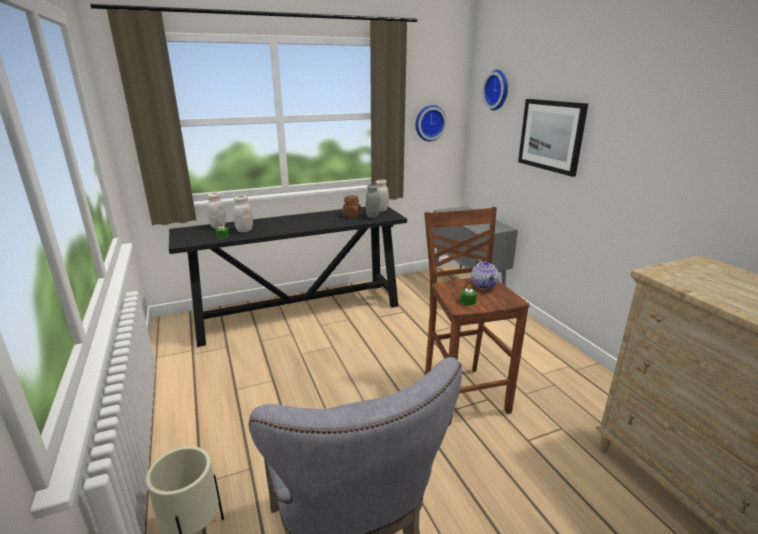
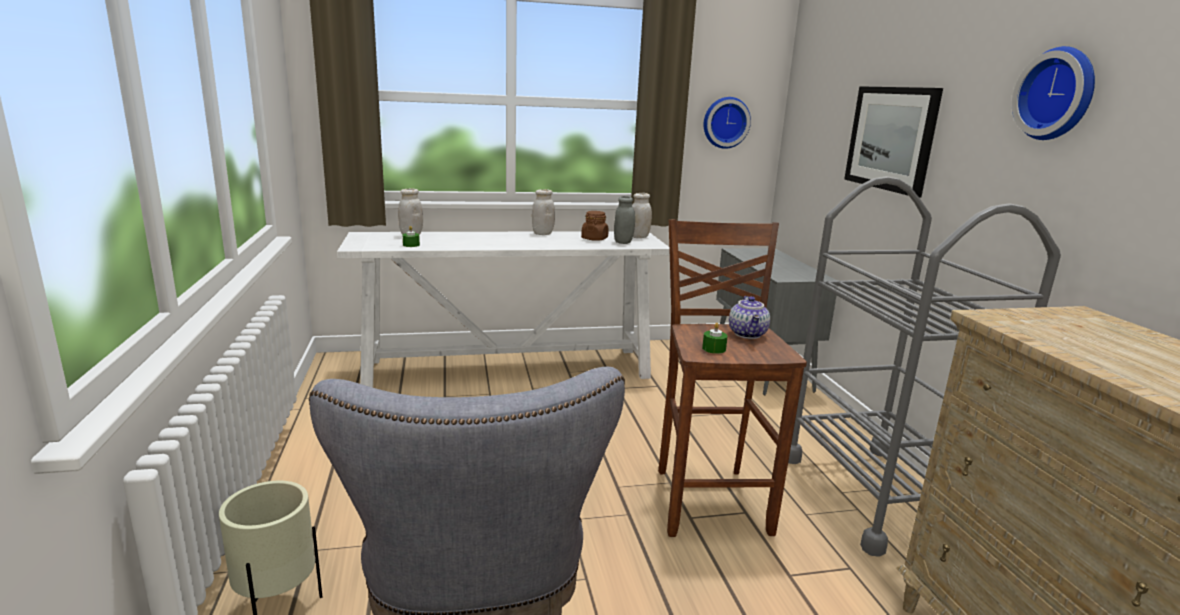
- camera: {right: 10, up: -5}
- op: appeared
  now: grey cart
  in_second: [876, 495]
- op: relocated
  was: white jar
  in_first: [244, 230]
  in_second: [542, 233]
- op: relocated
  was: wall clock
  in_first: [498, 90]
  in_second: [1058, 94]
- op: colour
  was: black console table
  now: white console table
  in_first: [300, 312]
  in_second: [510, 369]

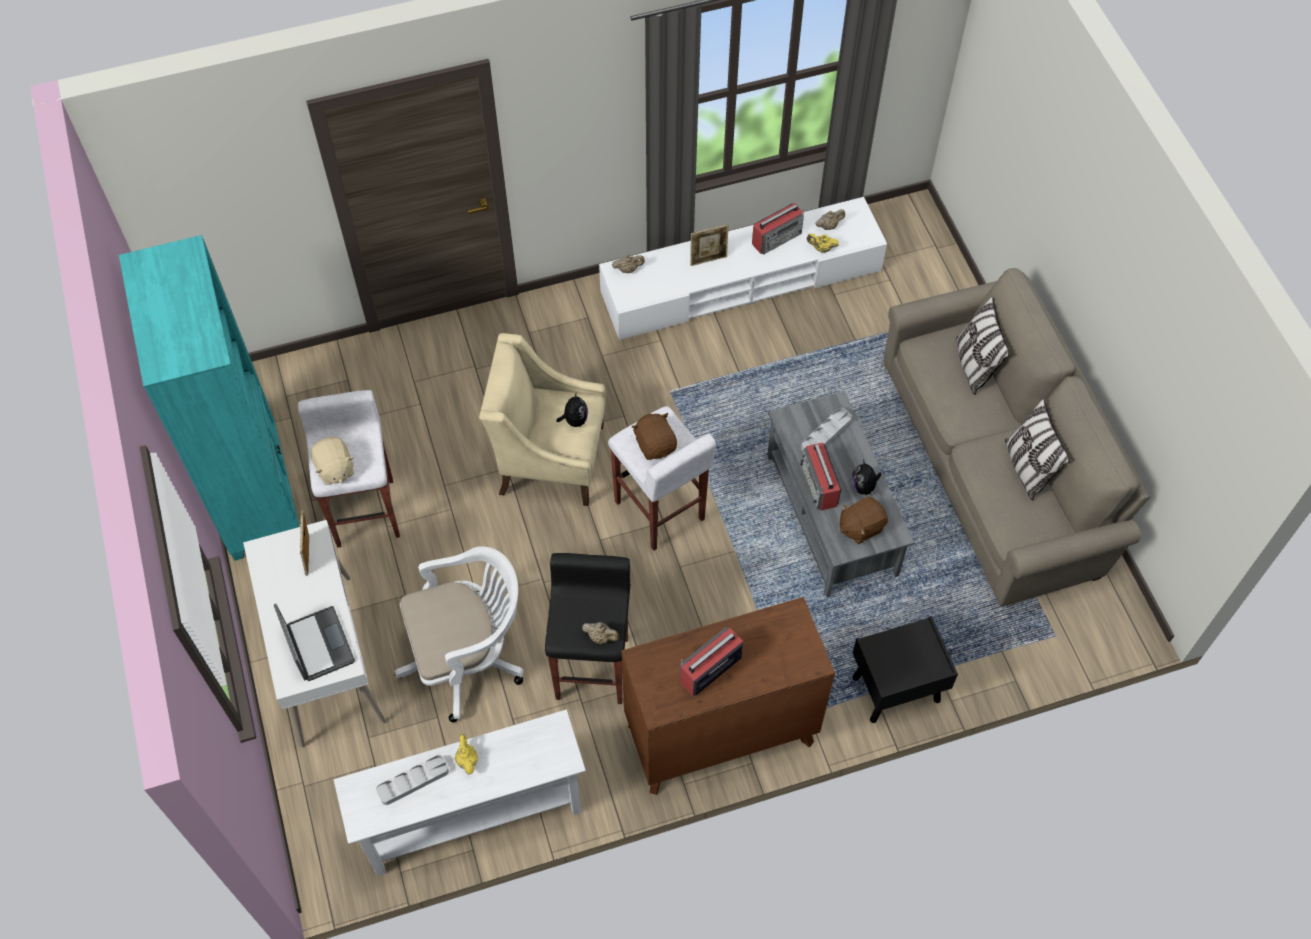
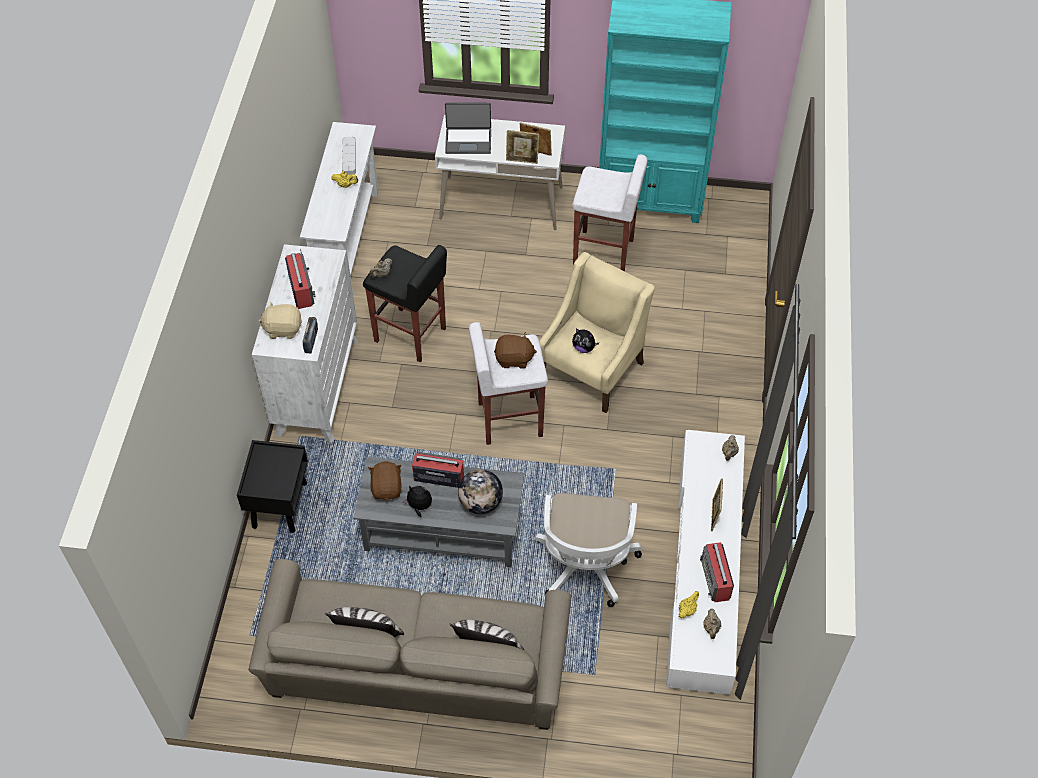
- camera: {right: 115, up: -5}
- op: appeared
  now: radio
  in_second: [311, 341]
- op: appeared
  now: picture frame
  in_second: [522, 160]
- op: relocated
  was: beige plush toy
  in_first: [334, 469]
  in_second: [283, 328]
- op: relocated
  was: white office chair
  in_first: [468, 658]
  in_second: [585, 568]
- op: exchanged
  was: grey tray
  now: globe
  in_first: [826, 434]
  in_second: [481, 503]
- op: colour
  was: brown dresser
  now: white dresser
  in_first: [720, 734]
  in_second: [317, 386]

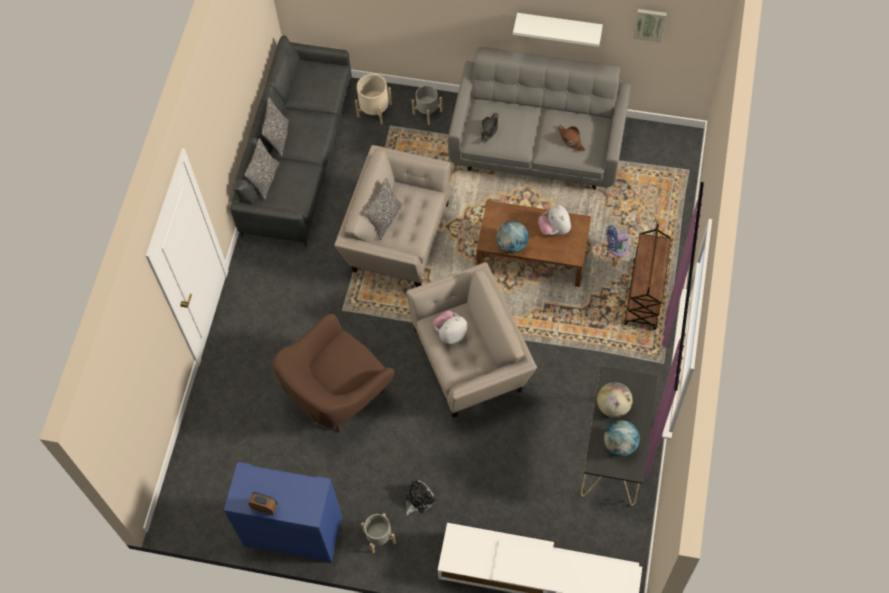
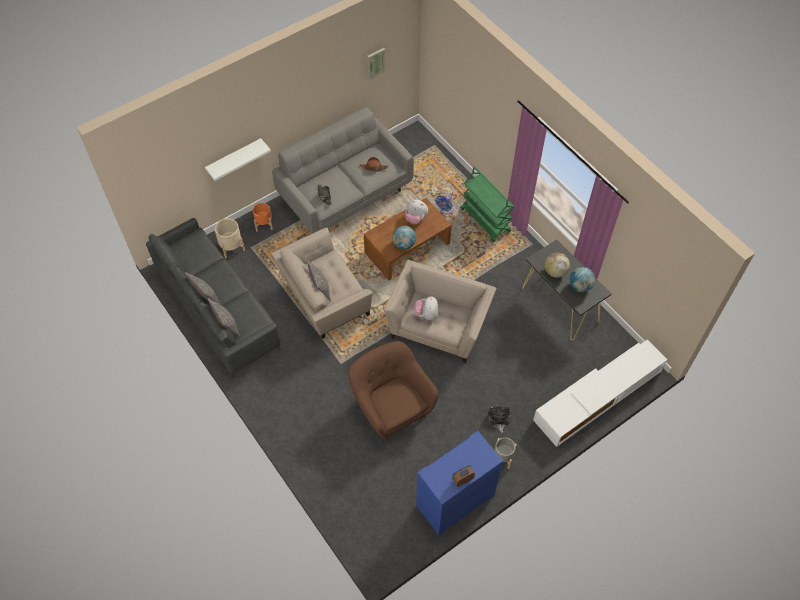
- camera: {right: -50, up: -5}
- op: relocated
  was: white shelf
  in_first: [559, 26]
  in_second: [234, 158]
- op: colour
  was: grey planter
  now: orange planter
  in_first: [427, 112]
  in_second: [264, 224]
- op: colour
  was: brown cart
  now: green cart
  in_first: [644, 296]
  in_second: [485, 220]
- op: spun
  was: brown armchair
  in_first: [337, 394]
  in_second: [391, 408]
  clockwise: 150

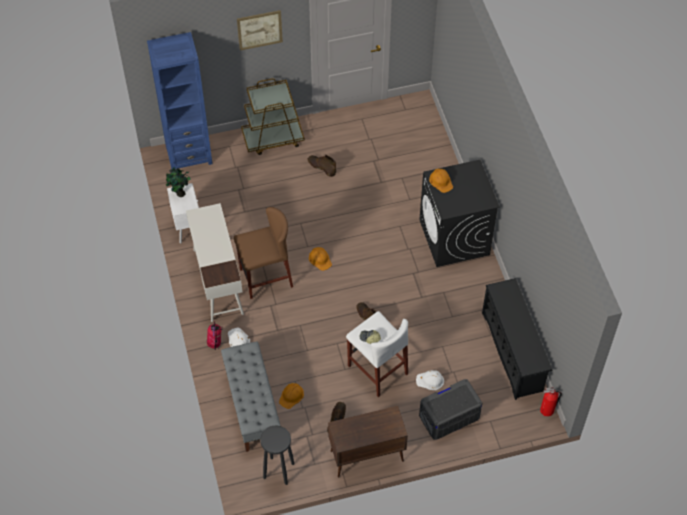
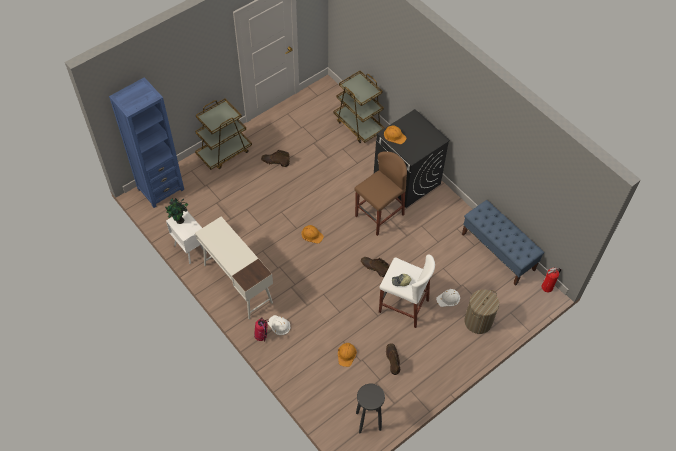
- camera: {right: -25, up: 0}
- op: missing
  was: grey bench
  in_first: [252, 406]
- op: missing
  was: picture
  in_first: [259, 30]
- op: missing
  was: brown cabinet
  in_first: [366, 456]
- op: appeared
  now: brown cart
  in_second: [358, 125]
- op: relocated
  was: brown stool
  in_first: [266, 278]
  in_second: [379, 215]
- op: exchanged
  was: grey storage box
  now: laundry basket
  in_first: [449, 416]
  in_second: [478, 321]
- op: exchanged
  was: black shoe rack
  now: blue bench
  in_first: [513, 352]
  in_second: [498, 252]

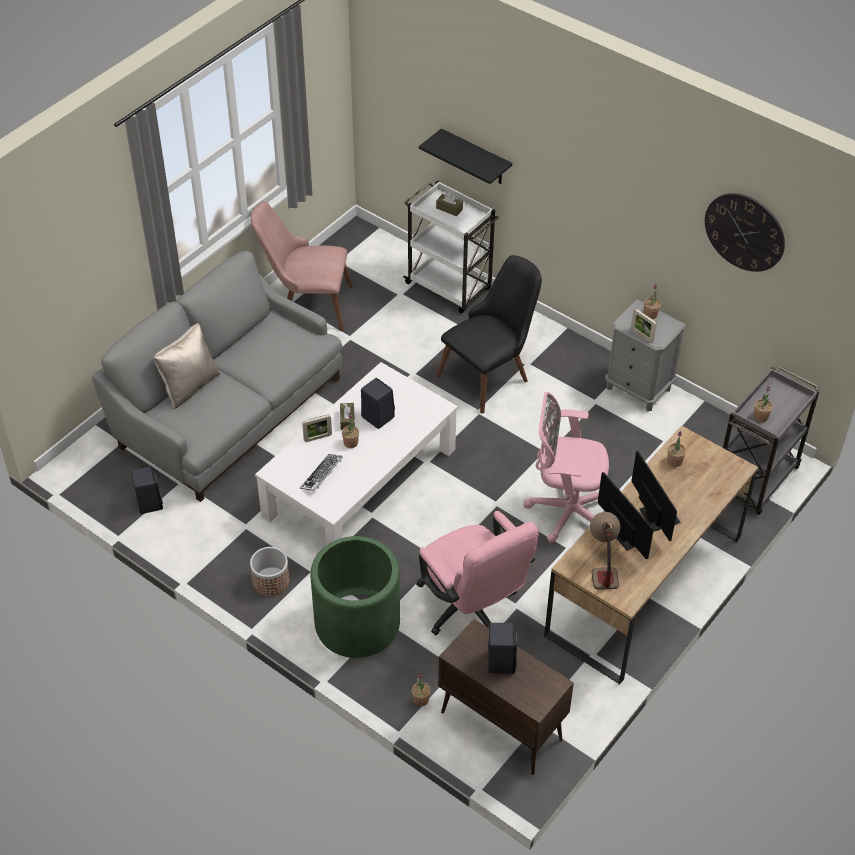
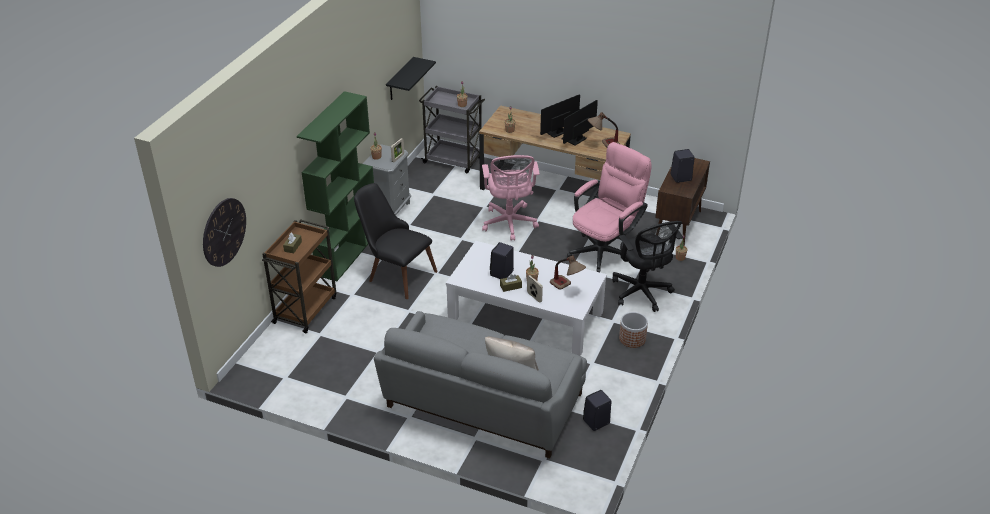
- camera: {right: -105, up: -10}
- op: missing
  was: pink chair
  in_first: [306, 305]
- op: appeared
  now: green bookcase
  in_second: [347, 253]
- op: relocated
  was: black shelf
  in_first: [476, 158]
  in_second: [400, 79]
- op: relocated
  was: wall clock
  in_first: [744, 232]
  in_second: [224, 232]
- op: exchanged
  was: keyboard
  now: table lamp
  in_first: [322, 475]
  in_second: [567, 288]
- op: exchanged
  was: green planter
  now: black office chair
  in_first: [357, 623]
  in_second: [642, 293]
- op: colour
  was: white cart
  now: brown cart
  in_first: [449, 287]
  in_second: [306, 309]

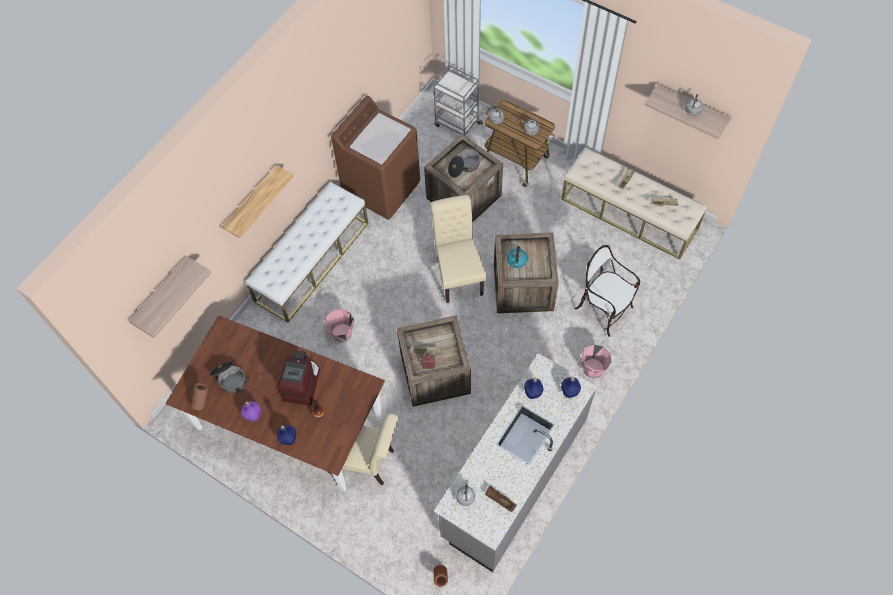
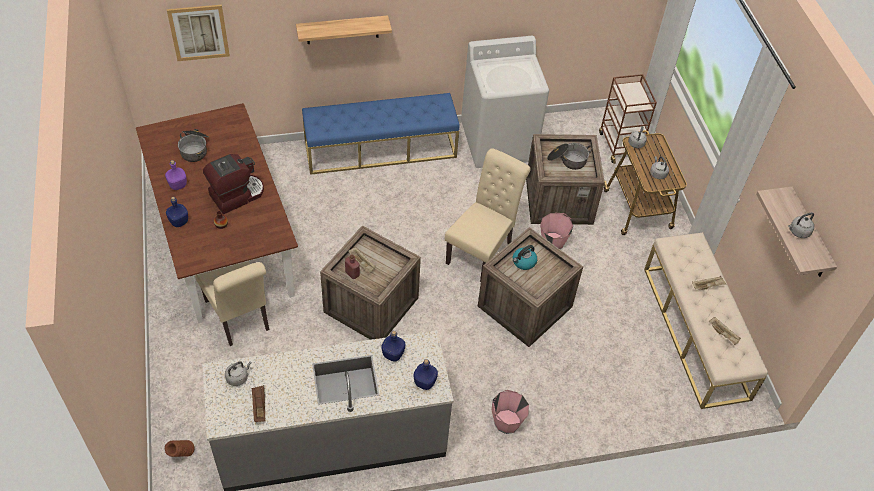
- camera: {right: 40, up: -10}
- op: missing
  was: brown vase
  in_first: [202, 401]
- op: missing
  was: chair
  in_first: [603, 309]
- op: relocated
  was: pink bucket
  in_first: [342, 333]
  in_second: [553, 242]
- op: exchanged
  was: shelf
  now: picture
  in_first: [161, 294]
  in_second: [199, 32]
- op: colour
  was: white bench
  now: blue bench
  in_first: [312, 261]
  in_second: [380, 149]
- op: colour
  was: brown washing machine
  now: white washing machine
  in_first: [382, 188]
  in_second: [498, 142]
- op: colour
  was: grey cart
  now: brown cart
  in_first: [457, 124]
  in_second: [619, 145]

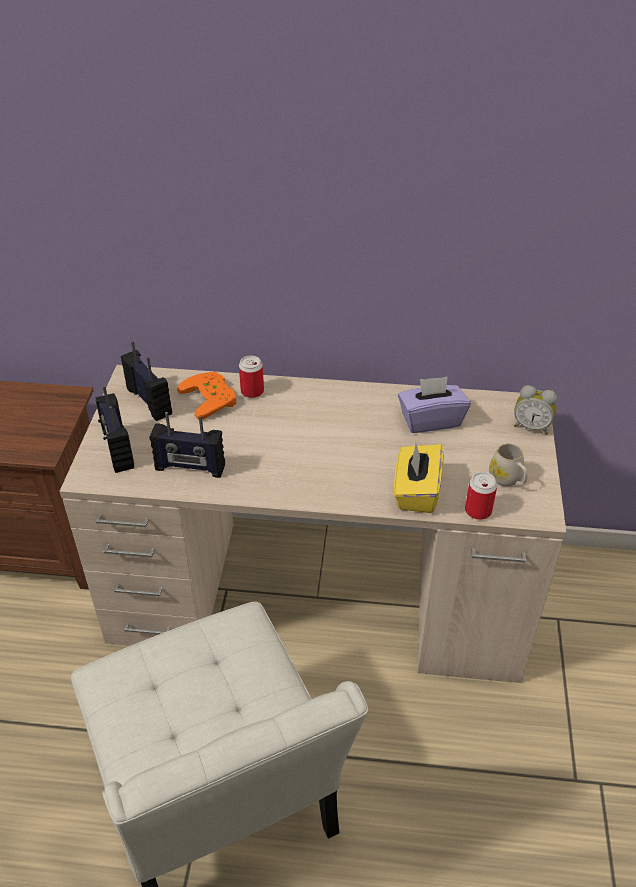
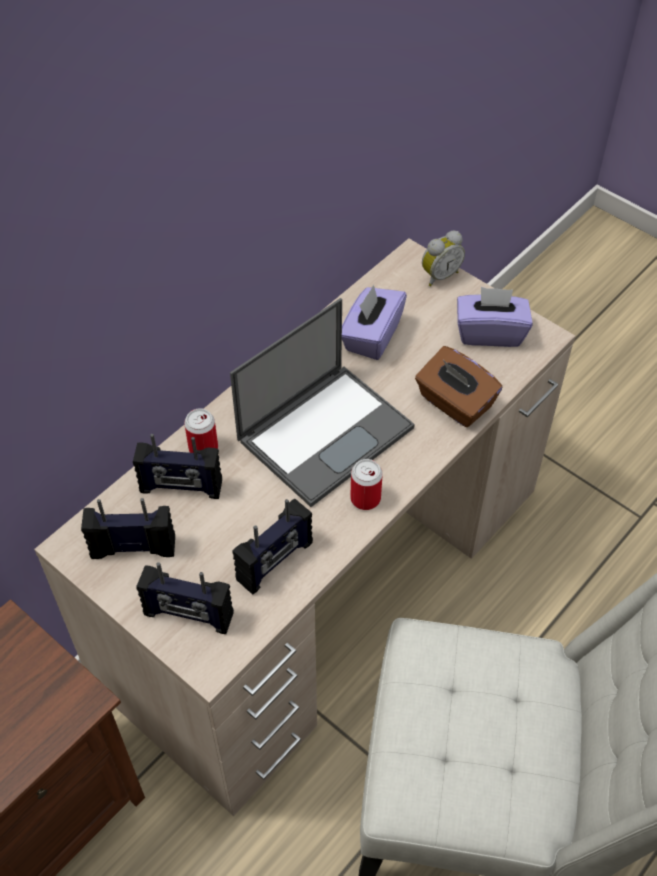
- camera: {right: -55, up: 10}
- op: appeared
  now: laptop
  in_second: [326, 432]
- op: relocated
  was: can
  in_first: [478, 510]
  in_second: [365, 498]
- op: exchanged
  was: orange game controller
  now: radio
  in_first: [212, 398]
  in_second: [181, 487]
- op: exchanged
  was: white mug
  now: purple tissue box
  in_first: [508, 480]
  in_second: [490, 333]
- op: colour
  was: yellow tissue box
  now: brown tissue box
  in_first: [416, 492]
  in_second: [454, 403]

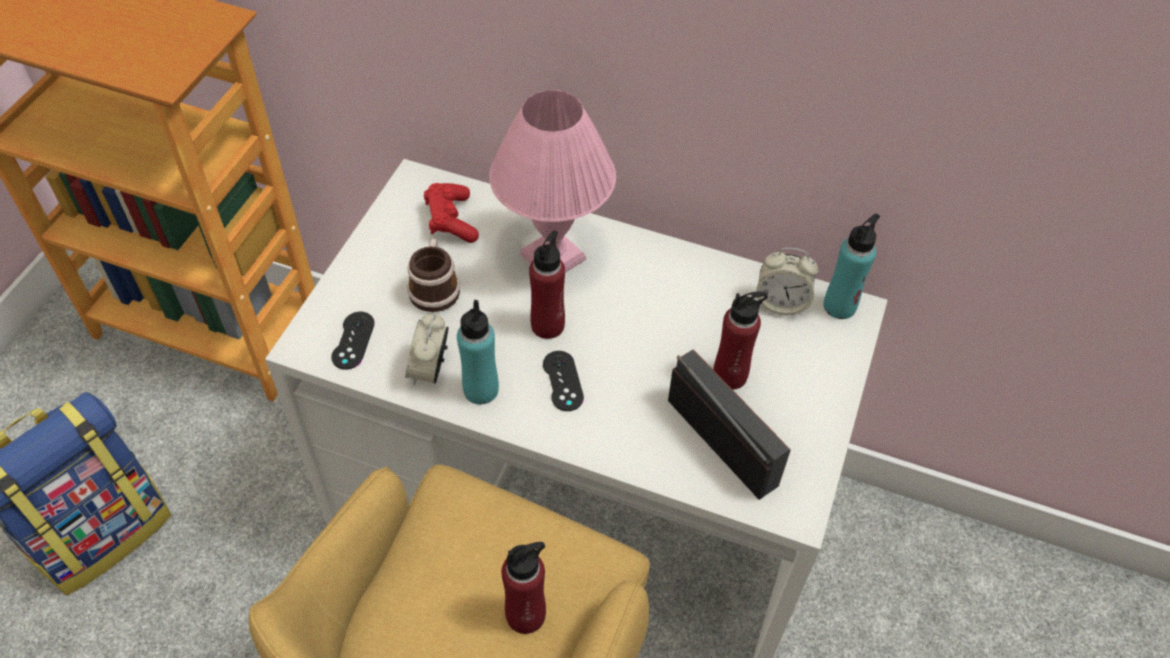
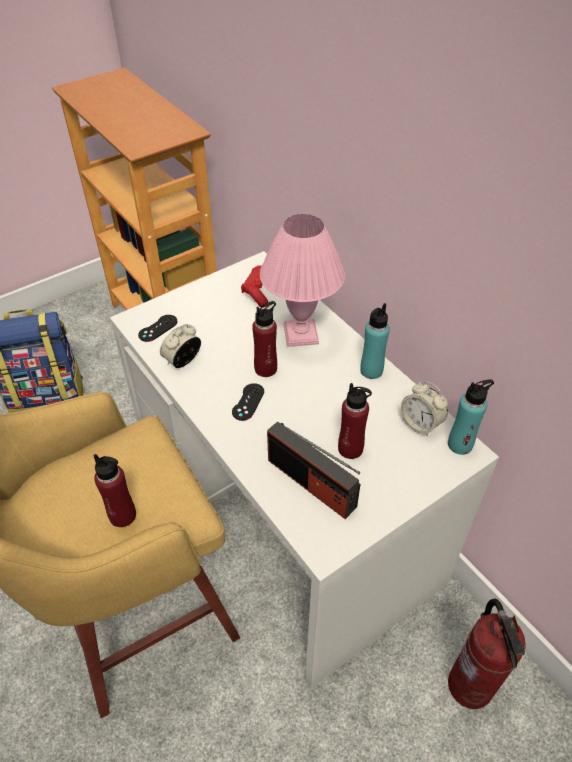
- camera: {right: 35, up: -5}
- op: missing
  was: mug
  in_first: [435, 287]
- op: appeared
  now: fire extinguisher
  in_second: [471, 686]
- op: relocated
  was: turquoise bottle
  in_first: [481, 390]
  in_second: [371, 370]
- op: spun
  was: radio
  in_first: [721, 442]
  in_second: [311, 483]
  clockwise: 135

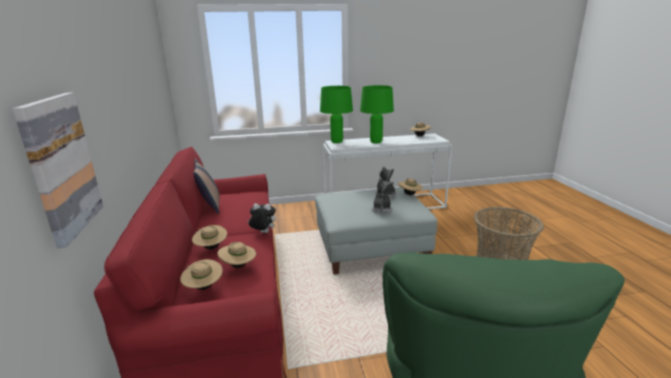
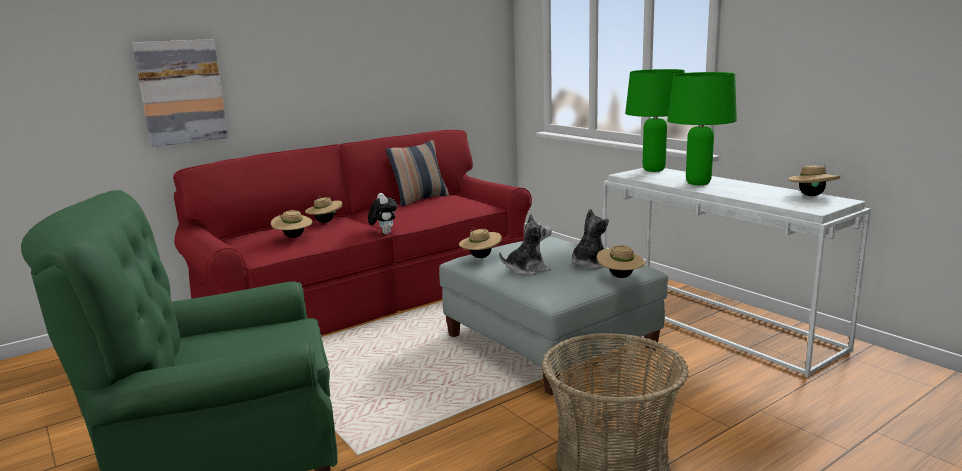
- camera: {right: 65, up: -5}
- op: relocated
  was: beige hat
  in_first: [203, 287]
  in_second: [480, 257]

